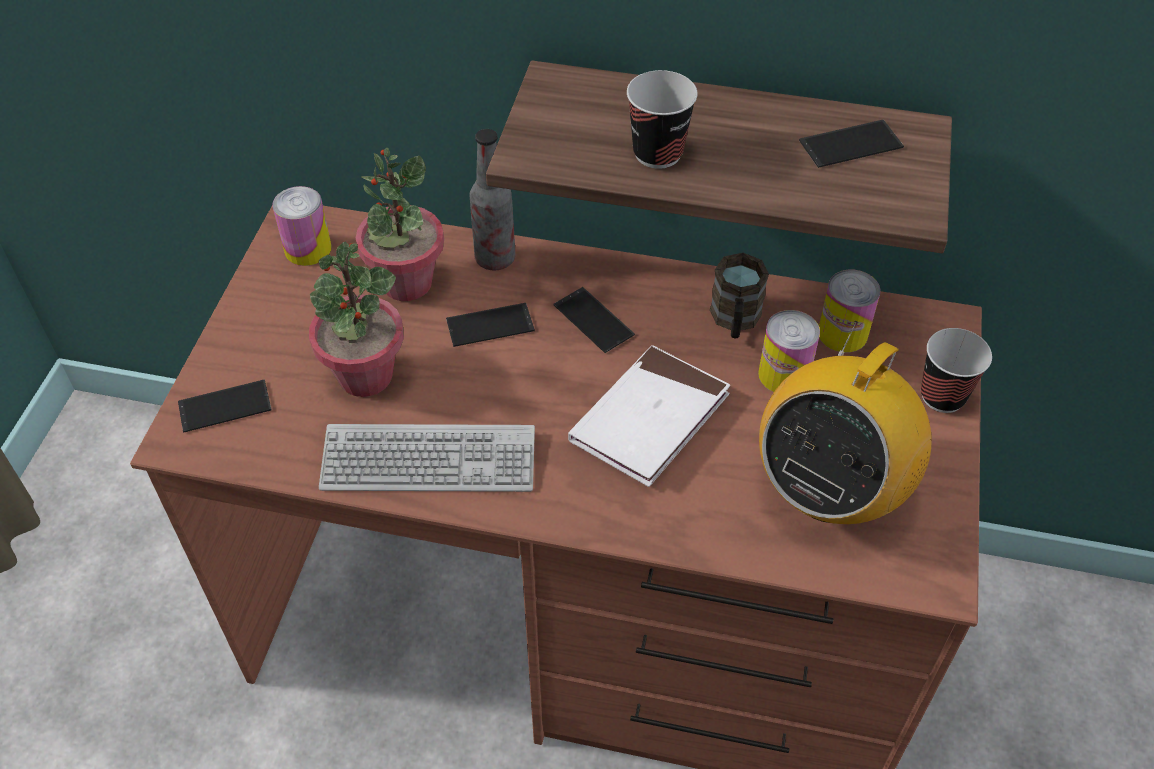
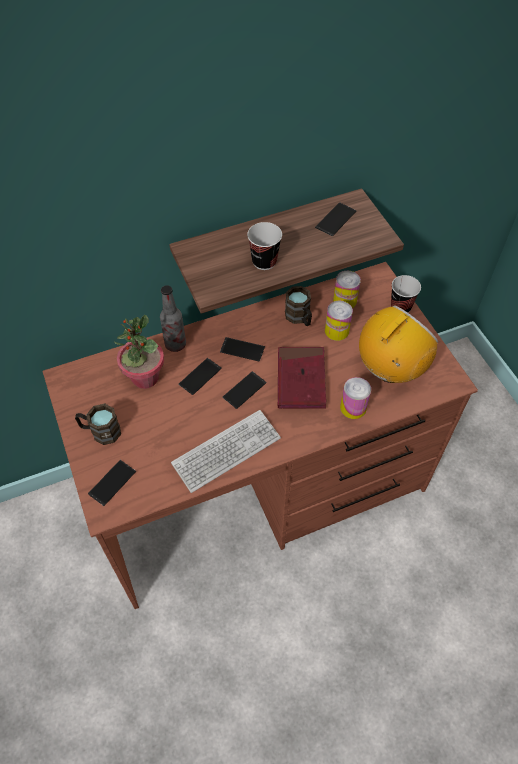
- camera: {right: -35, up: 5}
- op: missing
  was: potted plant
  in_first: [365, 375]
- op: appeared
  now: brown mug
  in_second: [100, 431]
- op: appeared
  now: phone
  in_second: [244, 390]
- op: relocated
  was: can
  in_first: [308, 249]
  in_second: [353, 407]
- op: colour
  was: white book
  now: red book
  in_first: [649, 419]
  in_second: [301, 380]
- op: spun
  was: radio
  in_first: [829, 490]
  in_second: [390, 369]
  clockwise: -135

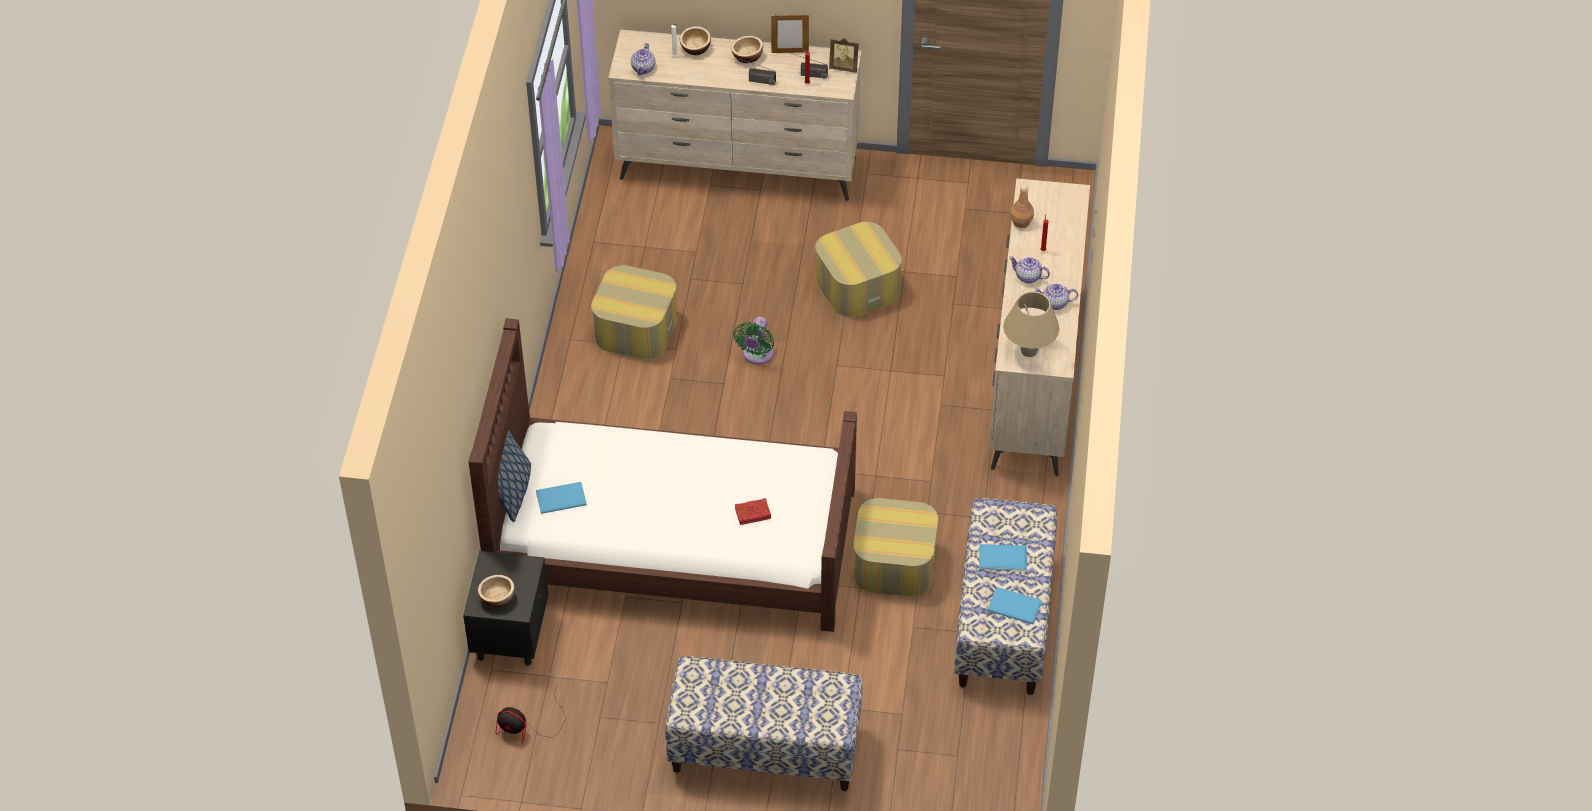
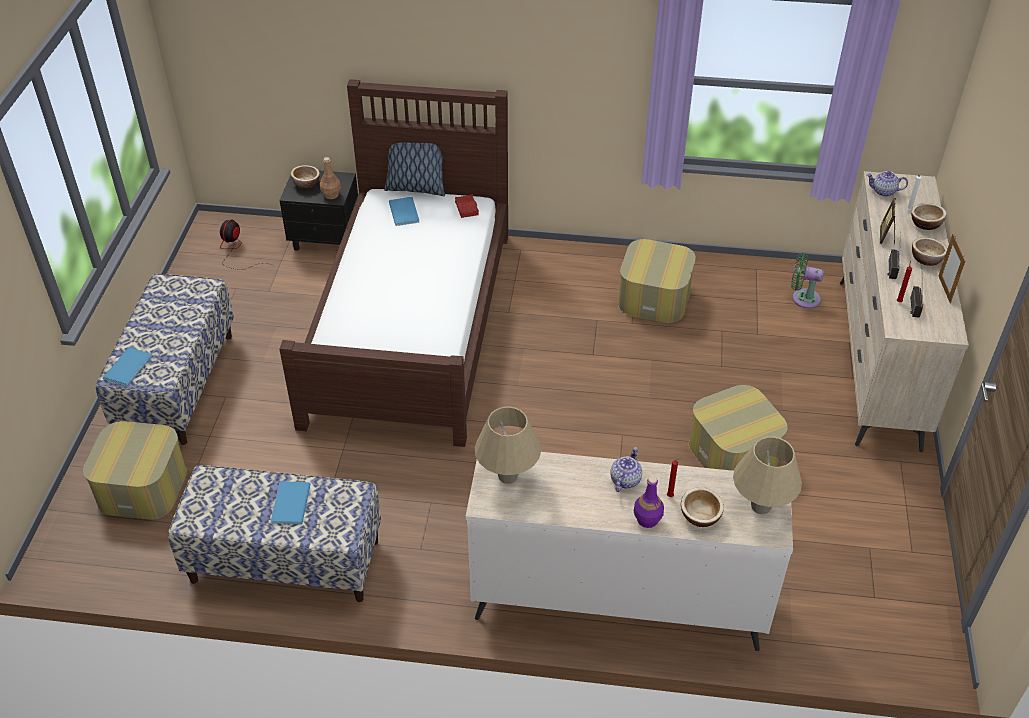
- camera: {right: 90, up: -5}
- op: missing
  was: teapot
  in_first: [1054, 303]
- op: appeared
  now: purple bottle
  in_second: [647, 520]
- op: appeared
  now: bowl
  in_second: [700, 516]
- op: appeared
  now: beige table lamp
  in_second: [761, 506]
- op: relocated
  was: green fan
  in_first: [757, 355]
  in_second: [802, 298]
- op: relocated
  was: red book
  in_first: [752, 513]
  in_second: [467, 208]
- op: relocated
  was: picture frame
  in_first: [844, 67]
  in_second: [887, 237]
- op: relocated
  was: ottoman
  in_first: [894, 563]
  in_second: [143, 486]
- op: relocated
  was: blue book
  in_first: [1013, 605]
  in_second: [129, 367]
- op: relocated
  was: brown bottle
  in_first: [1021, 222]
  in_second: [331, 195]

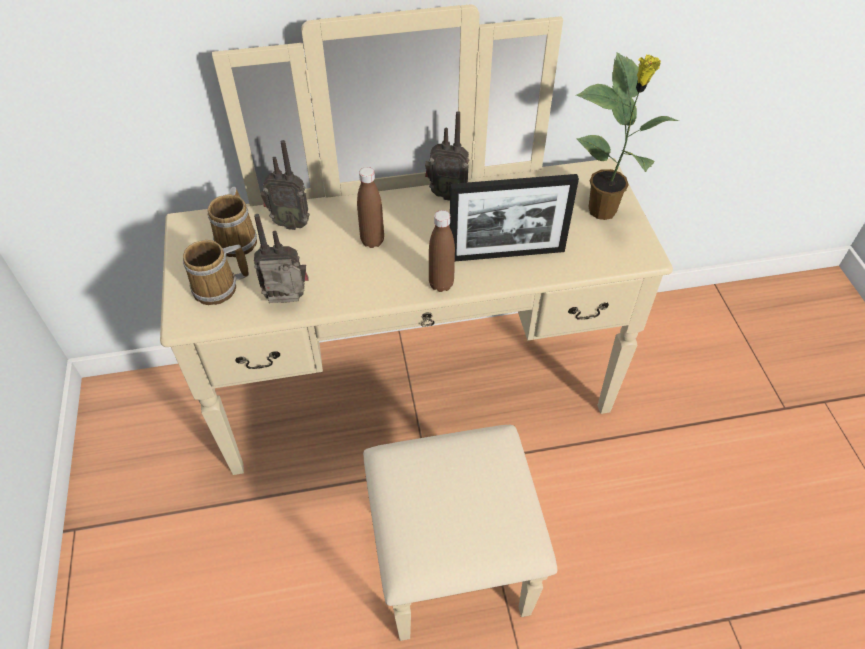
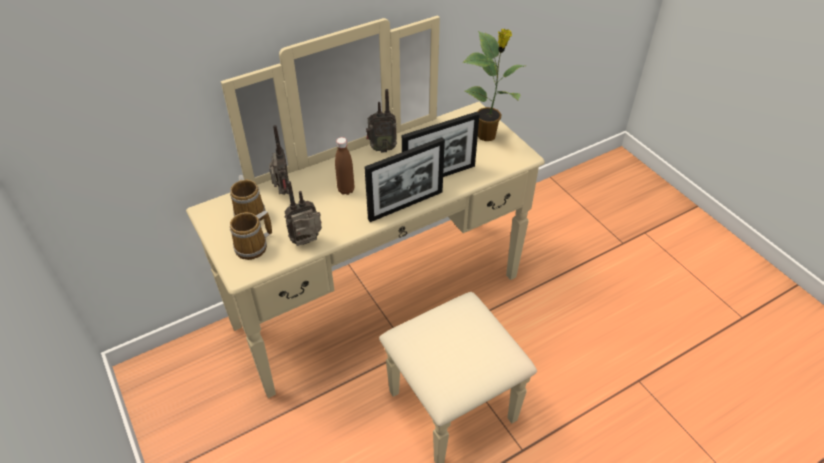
- camera: {right: -20, up: -5}
- op: exchanged
  was: brown bottle
  now: picture frame
  in_first: [441, 284]
  in_second: [405, 205]
- op: spun
  was: radio
  in_first: [291, 223]
  in_second: [282, 192]
  clockwise: -90

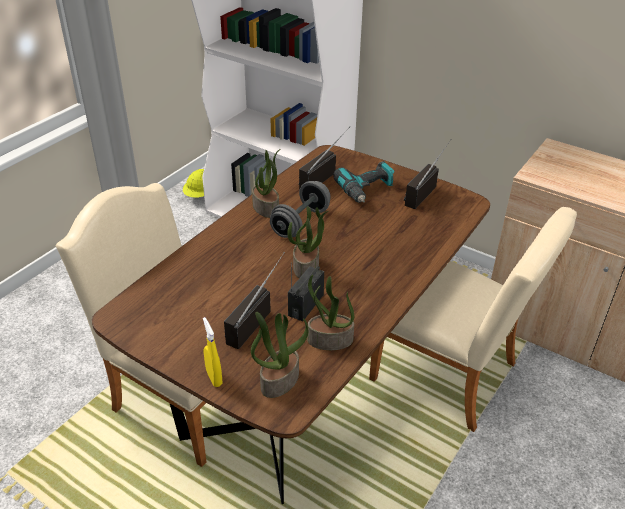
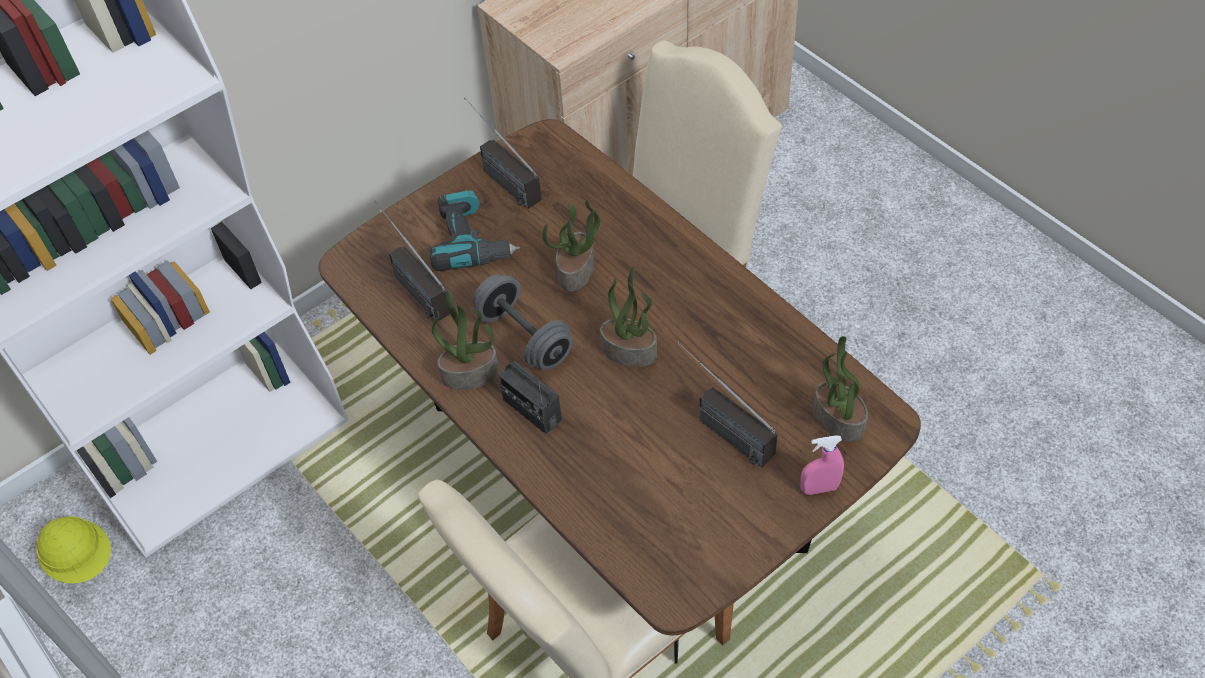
- camera: {right: -70, up: 15}
- op: relocated
  was: radio
  in_first: [305, 305]
  in_second: [532, 410]
- op: relocated
  was: potted plant
  in_first: [329, 340]
  in_second: [576, 271]
- op: colour
  was: yellow spray bottle
  now: pink spray bottle
  in_first: [214, 378]
  in_second: [819, 488]

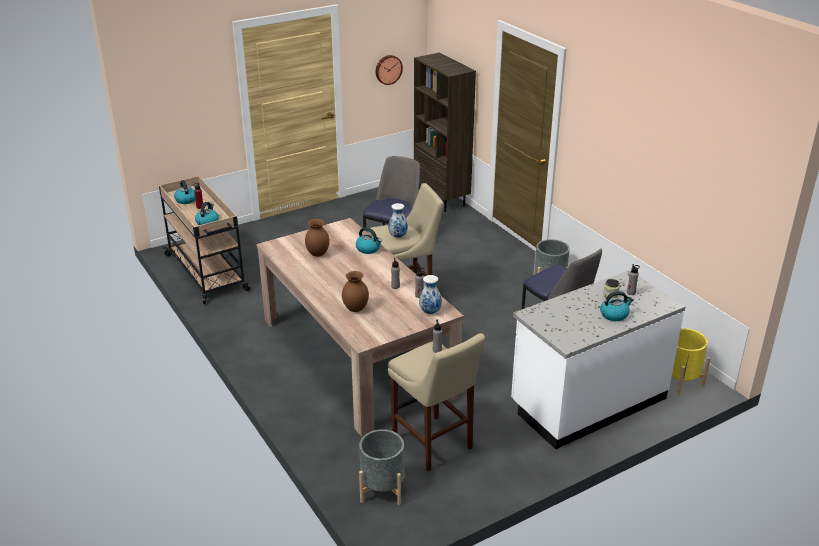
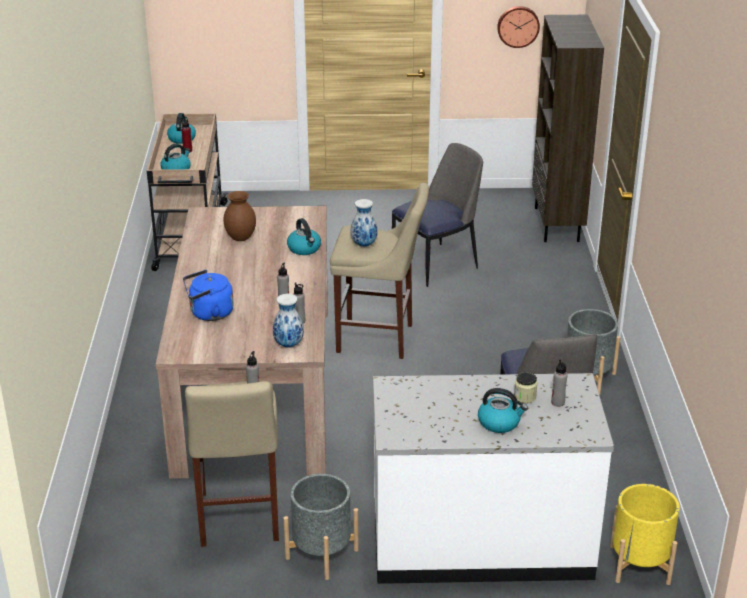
- camera: {right: 30, up: 0}
- op: relocated
  was: grey planter
  in_first: [382, 489]
  in_second: [322, 554]
- op: exchanged
  was: brown vase
  now: blue kettle
  in_first: [355, 309]
  in_second: [209, 313]

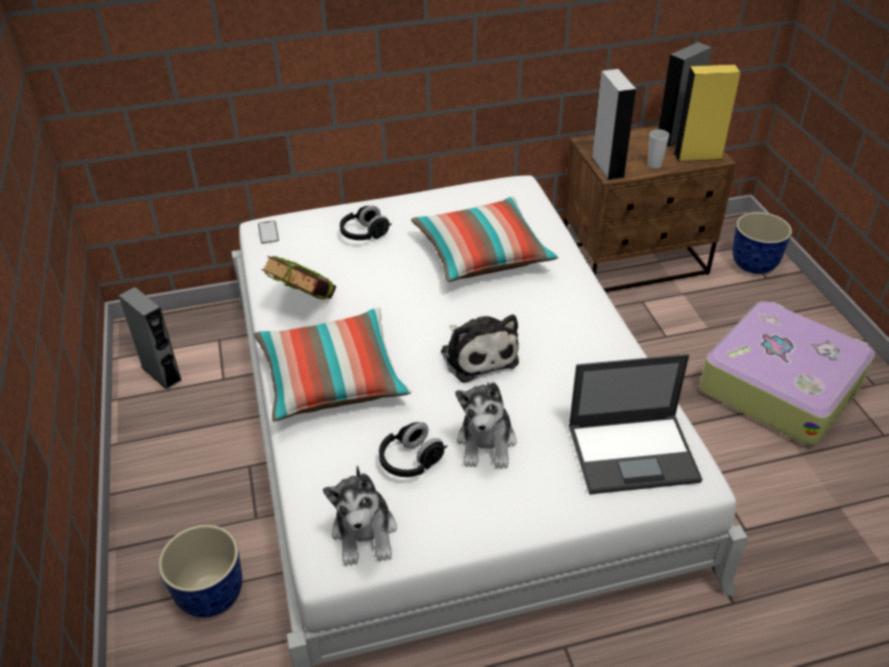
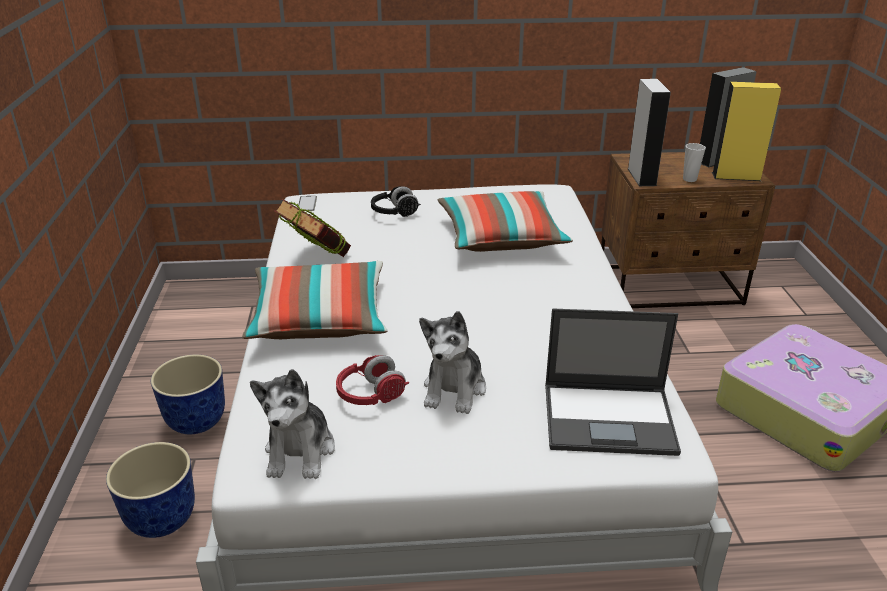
- camera: {right: 10, up: -10}
- op: missing
  was: grey speaker
  in_first: [161, 373]
- op: missing
  was: plush toy
  in_first: [477, 355]
- op: relocated
  was: planter
  in_first: [754, 265]
  in_second: [197, 422]
- op: colour
  was: black headphones
  now: red headphones
  in_first: [411, 461]
  in_second: [371, 395]

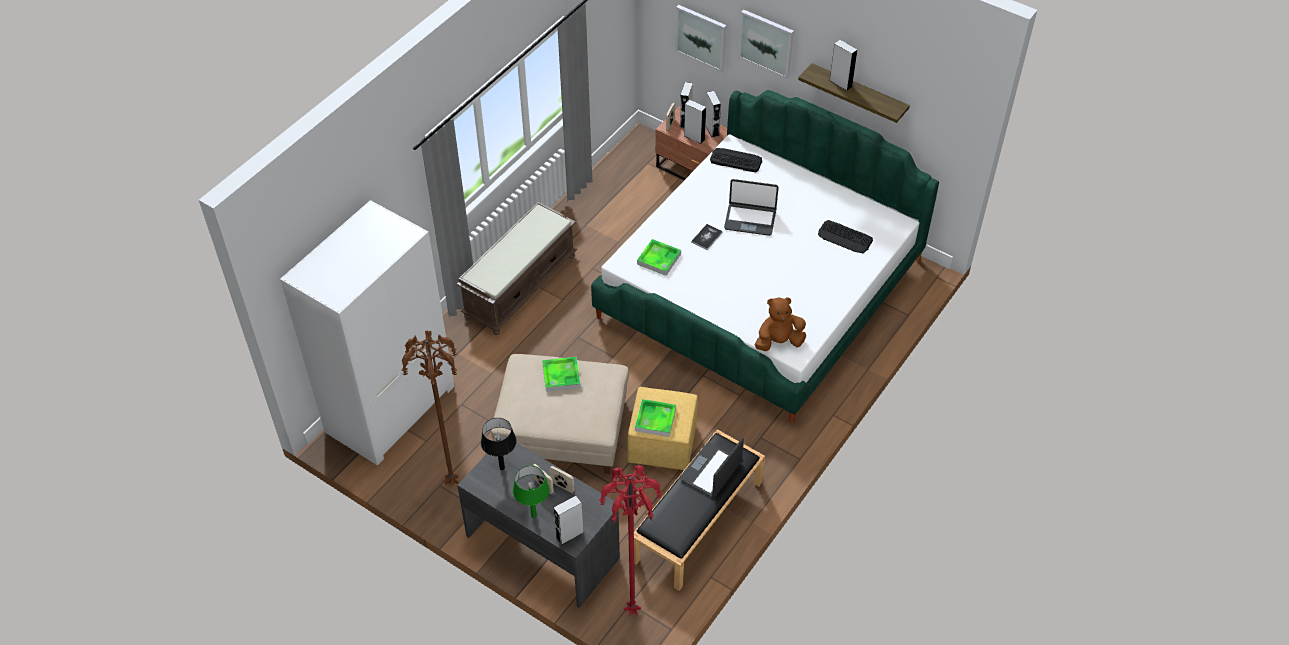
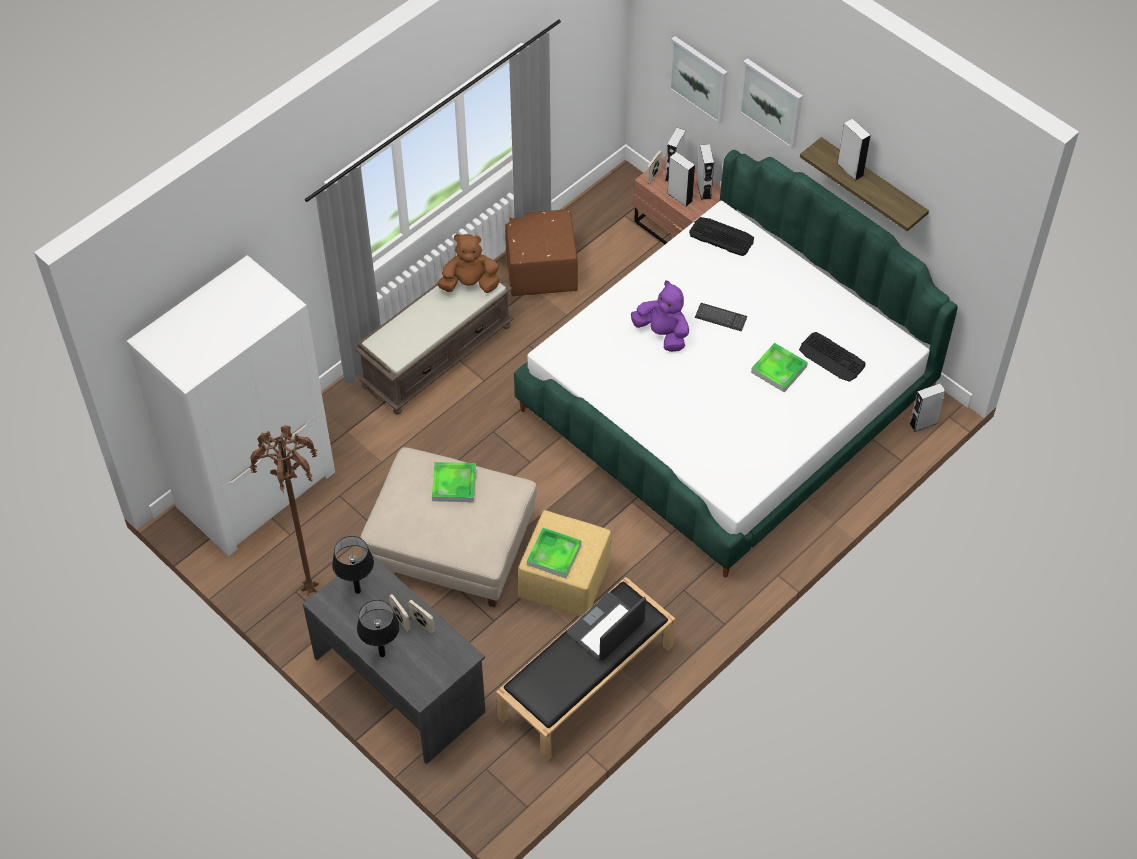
- camera: {right: 10, up: 5}
- op: missing
  was: red floor lamp
  in_first: [631, 610]
- op: appeared
  now: brown ottoman
  in_second: [541, 271]
- op: relocated
  was: grey speaker
  in_first: [569, 535]
  in_second: [923, 423]
- op: relocated
  was: tray
  in_first: [659, 259]
  in_second: [779, 369]
- op: relocated
  was: brown plush toy
  in_first: [779, 342]
  in_second: [470, 284]
- op: exchanged
  was: book
  now: purple plush toy
  in_first: [706, 237]
  in_second: [662, 334]
- op: exchanged
  was: laptop
  now: keyboard
  in_first: [750, 219]
  in_second: [721, 318]
- op: colour
  was: green table lamp
  now: black table lamp
  in_first: [533, 515]
  in_second: [382, 654]

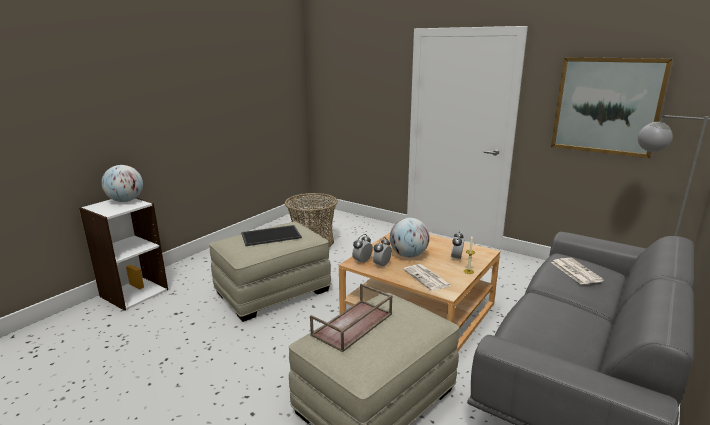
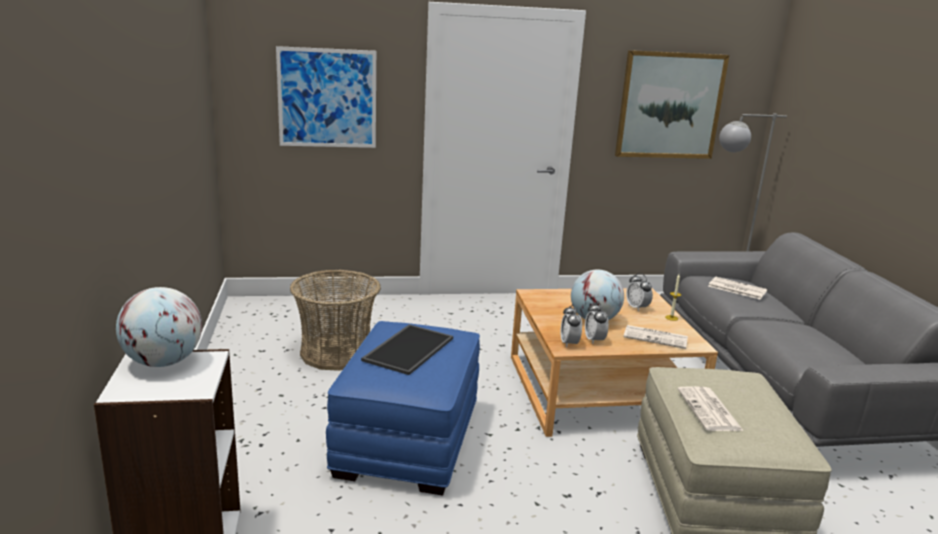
- camera: {right: -45, up: 0}
- op: appeared
  now: picture
  in_second: [327, 98]
- op: exchanged
  was: brown tray
  now: newspaper
  in_first: [352, 325]
  in_second: [710, 410]
- op: colour
  was: beige ottoman
  now: blue ottoman
  in_first: [273, 291]
  in_second: [408, 439]

